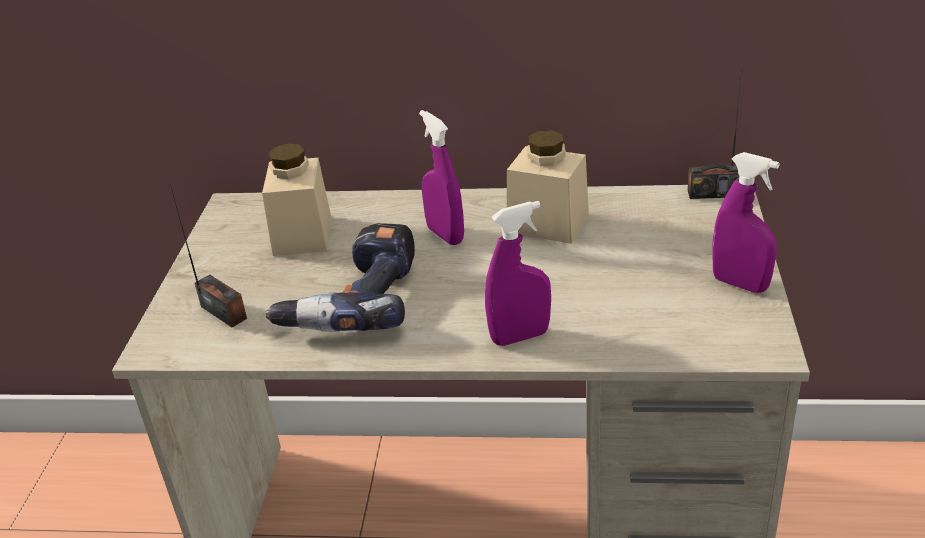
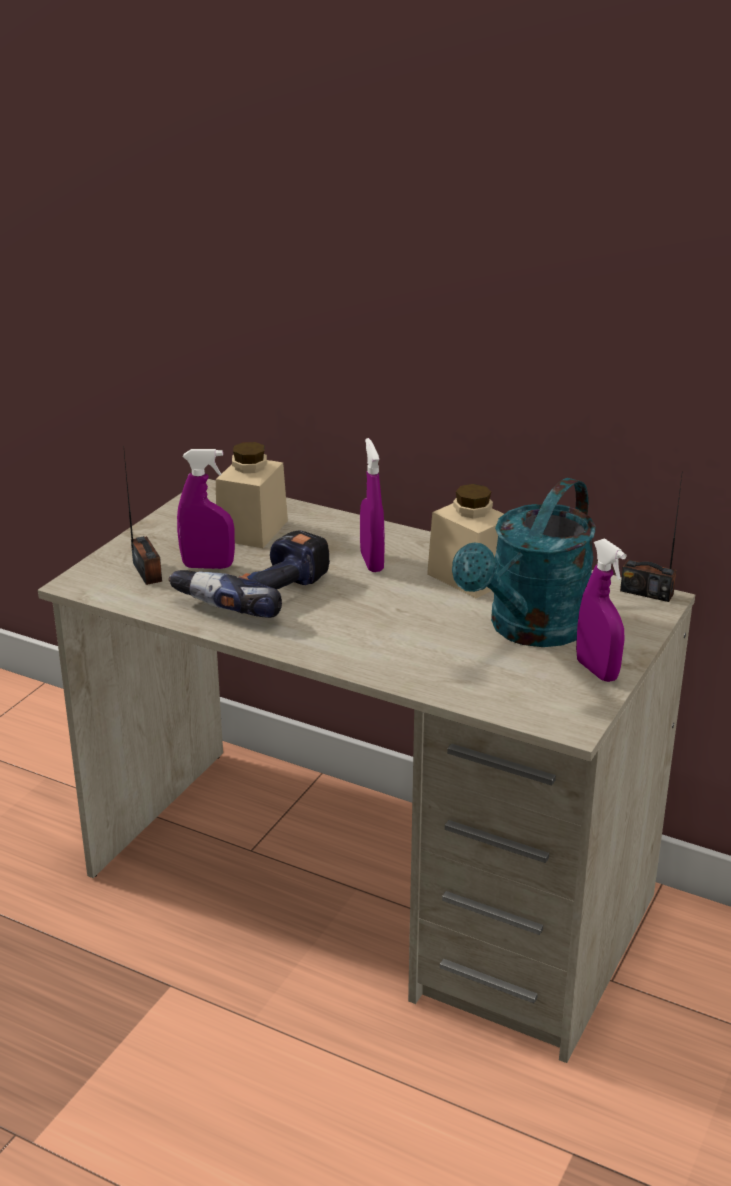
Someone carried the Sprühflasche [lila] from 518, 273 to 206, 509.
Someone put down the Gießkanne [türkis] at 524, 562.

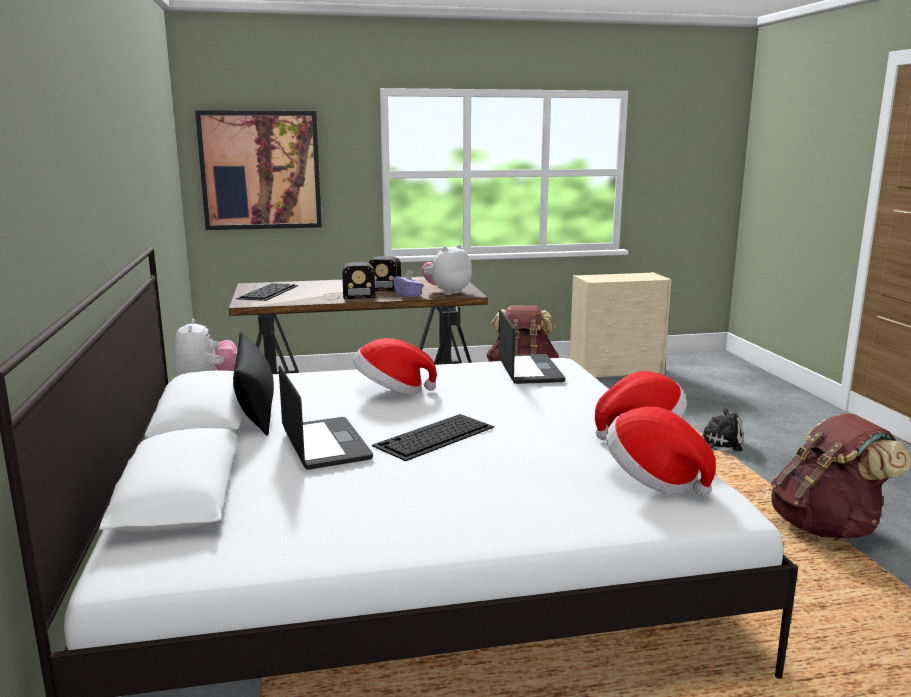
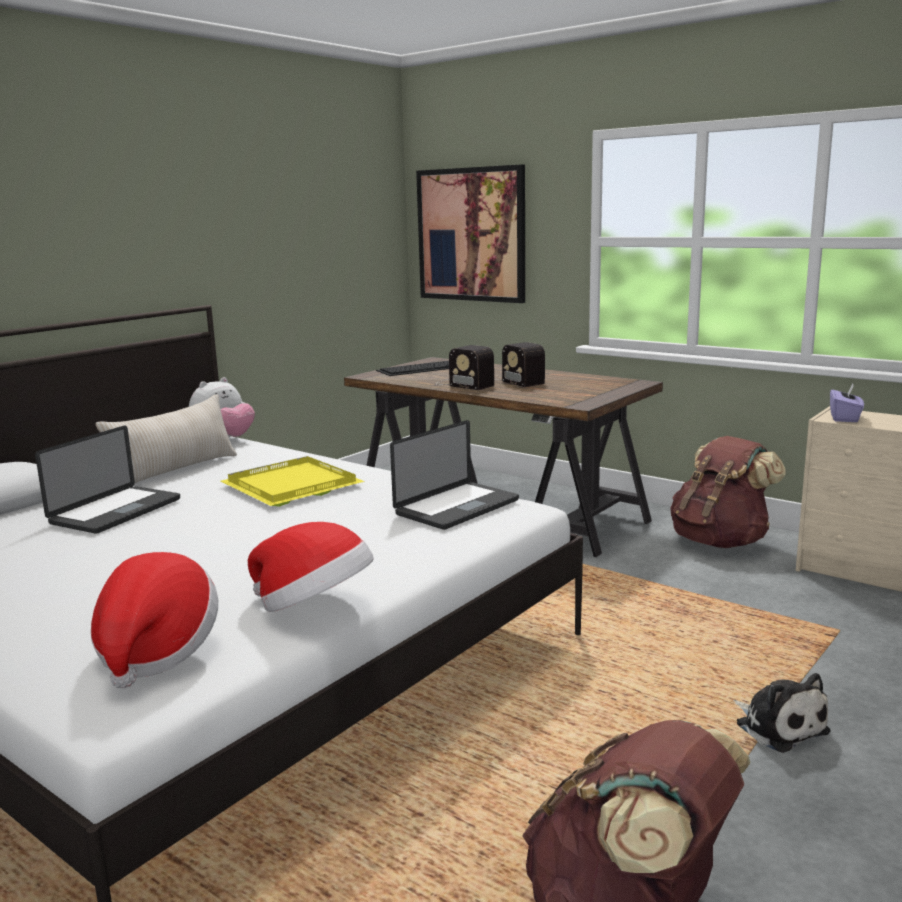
Someone repainted the Kissen [schwarz] at 253, 383, which became the Kissen [beige] at 166, 438.
Someone swapped the Hut at 395, 366 for the Tablett [gelb] at 293, 481.
Someone took away the Tastatur at 433, 437.
Someone carried the Taschentuchbox [lila] from 408, 283 to 847, 403.
Someone took away the Plüschtier at 446, 269.

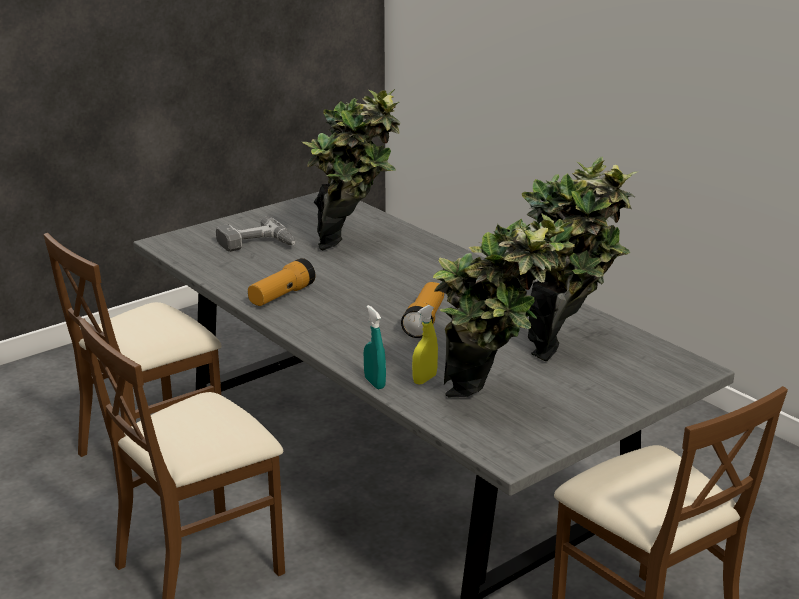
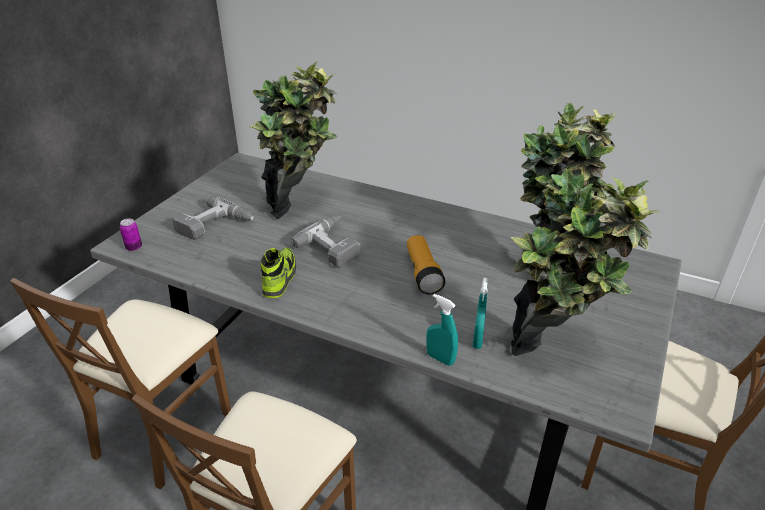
Someone swapped the Taschenlampe at 282, 282 for the Schuh at 278, 273.
Someone repainted the Sprühflasche [gelb] at 425, 345, which became the Sprühflasche [türkis] at 480, 313.
Someone put down the Dose at 131, 235.
Someone put down the Bohrmaschine at 326, 241.

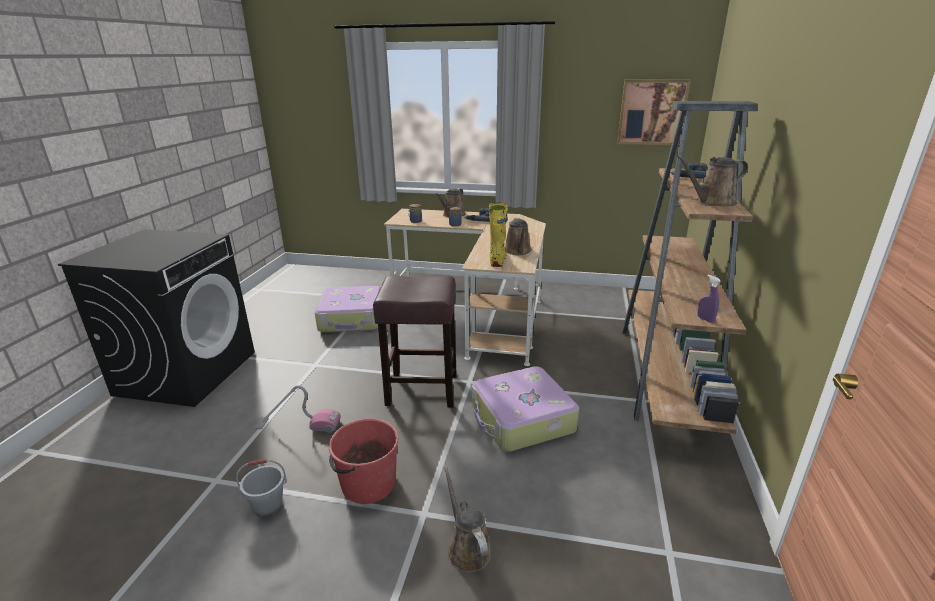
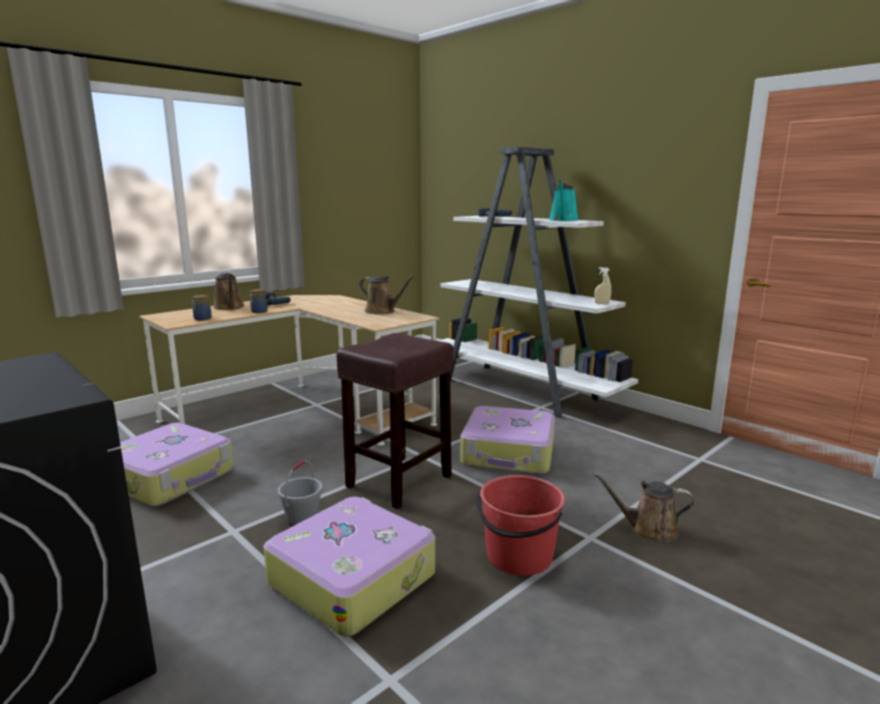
Someone carried the Eimer [grau] from 261, 488 to 300, 493.
Someone swapped the Staubsauger at 297, 409 for the Koffer at 349, 567.
Someone took away the Stiefel [gelb] at 498, 234.
Someone took away the Bild at 654, 112.
Someone repainted the Bücherregal [braun] at 690, 267, which became the Bücherregal [weiß] at 538, 282.
Someone repainted the Gießkanne [braun] at 712, 180, which became the Gießkanne [türkis] at 564, 200.
Someone repainted the Sprühflasche [lila] at 709, 299, which became the Sprühflasche [beige] at 602, 285.

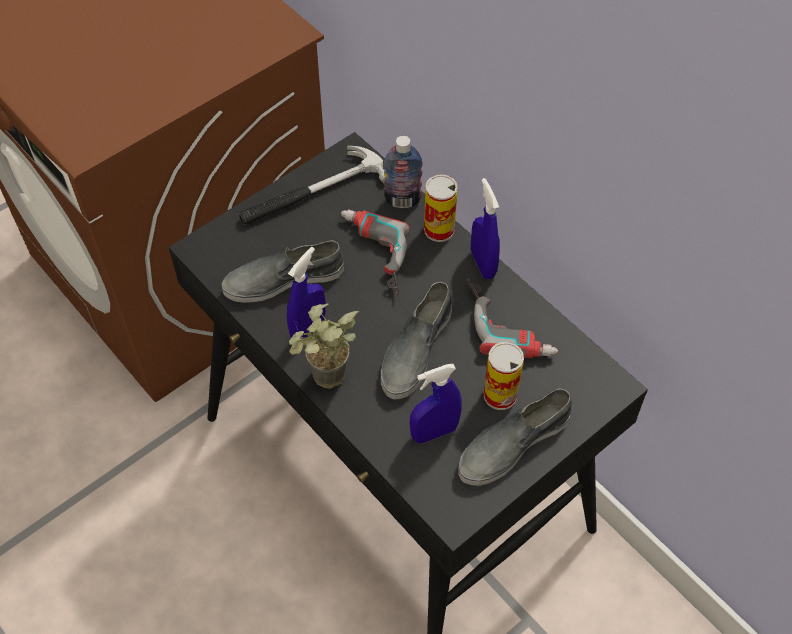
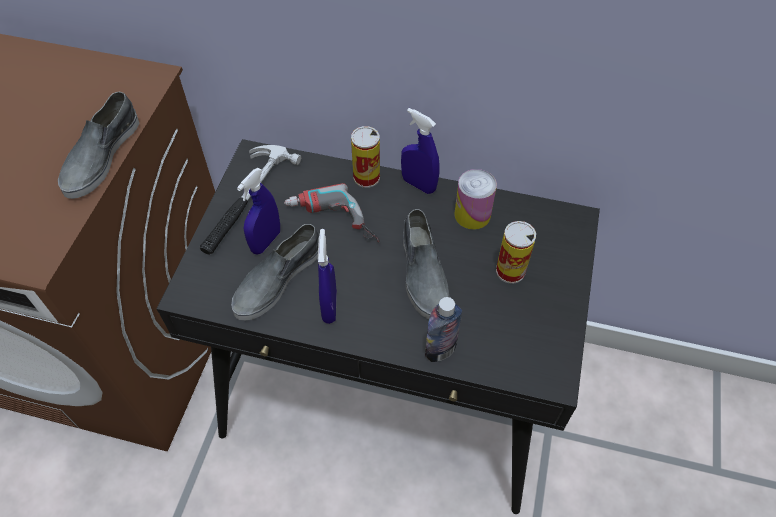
Someone took away the Topfpflanze at 324, 345.
Someone carried the Flasche from 403, 172 to 443, 329.
Someone carried the Sprühflasche [blau] from 435, 403 to 258, 211.
Someone carried the Schuh [grau] from 515, 437 to 98, 145.
Someone swapped the Bohrmaschine at 512, 317 for the Dose at 475, 199.

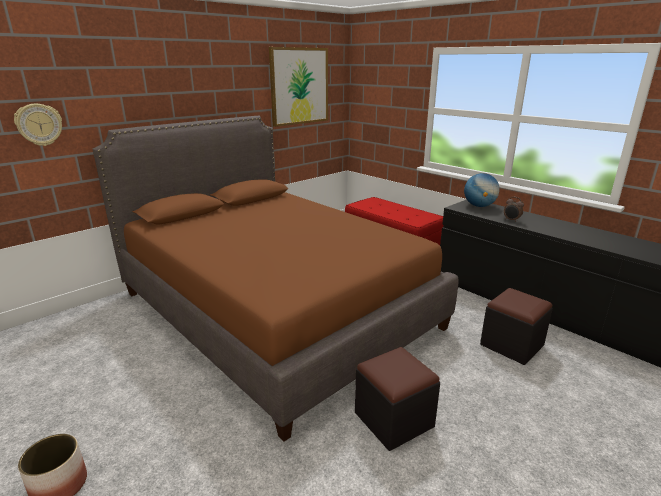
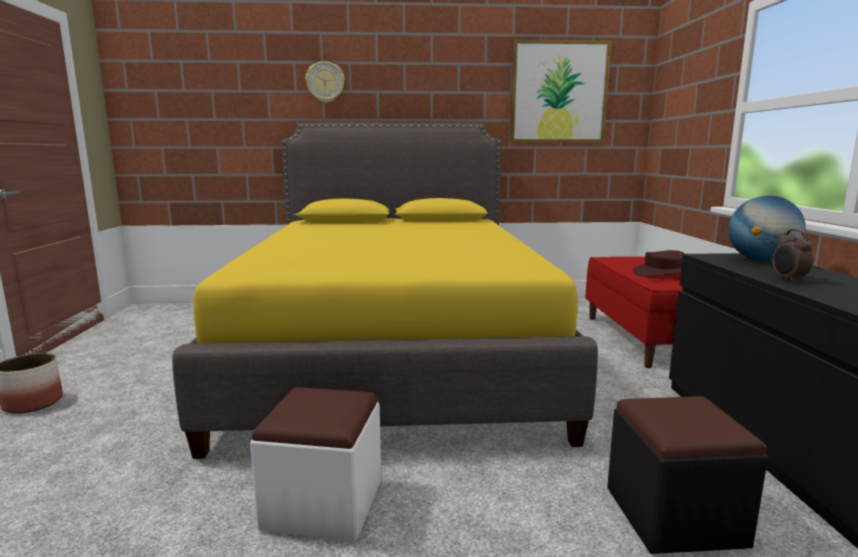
Someone carried the Wanduhr from 38, 125 to 325, 82.
Someone repainted the Bett [braun] at 275, 279, which became the Bett [gelb] at 385, 291.
Someone repainted the Polsterhocker [schwarz] at 397, 399, which became the Polsterhocker [weiß] at 315, 464.
Someone put down the Hut [braun] at 659, 263.

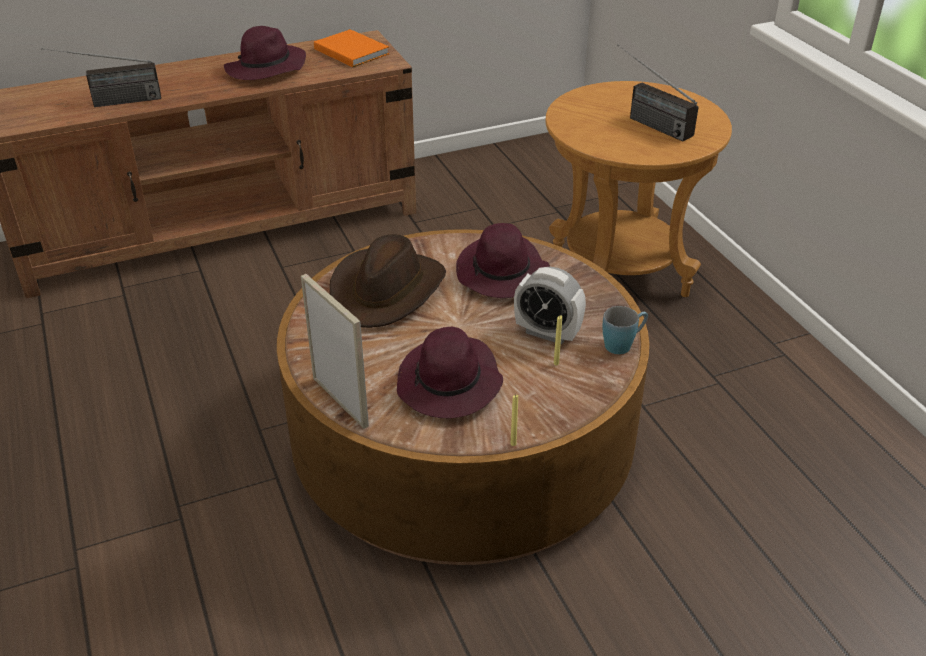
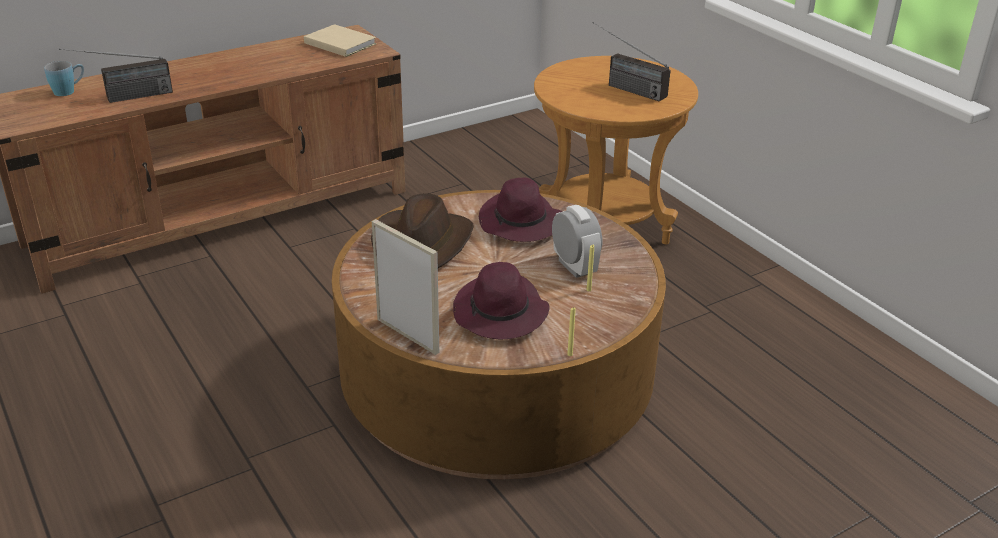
Someone took away the Hut [lila] at 265, 53.
Someone repainted the Buch [orange] at 351, 48, which became the Buch [beige] at 340, 40.
Someone rotated the Wecker at 550, 306 by 135 degrees counterclockwise.
Someone carried the Henkelbecher [blau] from 625, 330 to 64, 78.

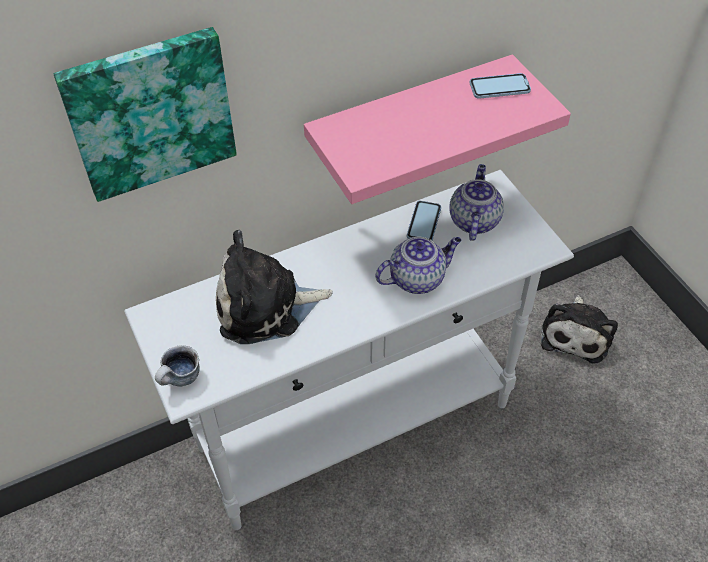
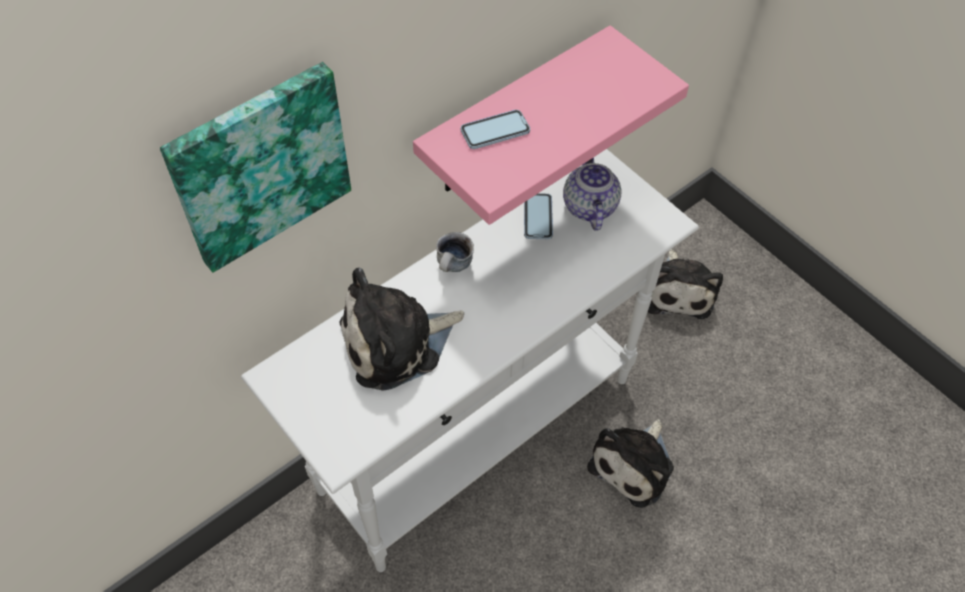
Someone carried the Henkelbecher from 177, 366 to 455, 252.
Someone took away the Teekanne at 418, 265.
Someone carried the Handy from 500, 86 to 495, 129.
Someone put down the Plüschtier at 630, 463.

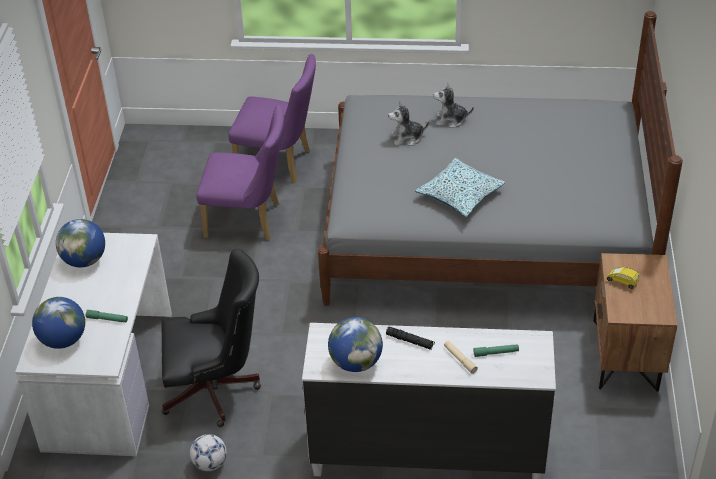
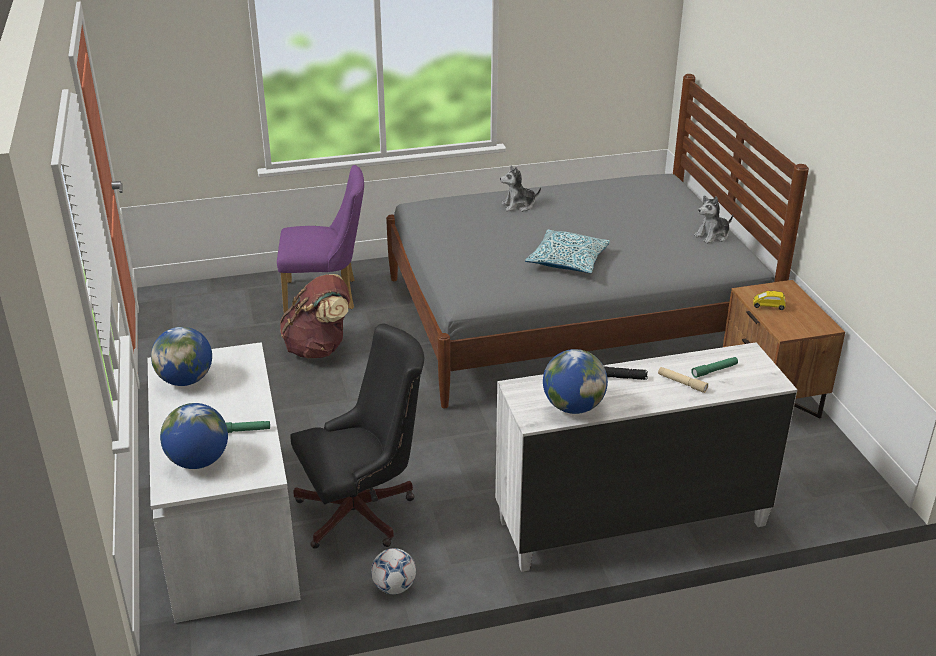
Someone swapped the Stuhl [lila] at 240, 172 for the Rucksack [braun] at 315, 316.
Someone carried the Plüschtier from 408, 123 to 713, 219.

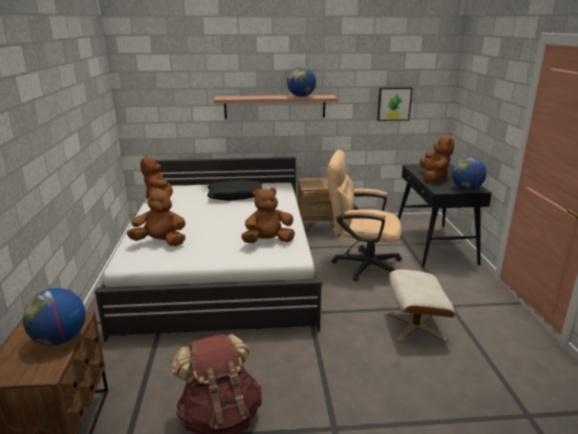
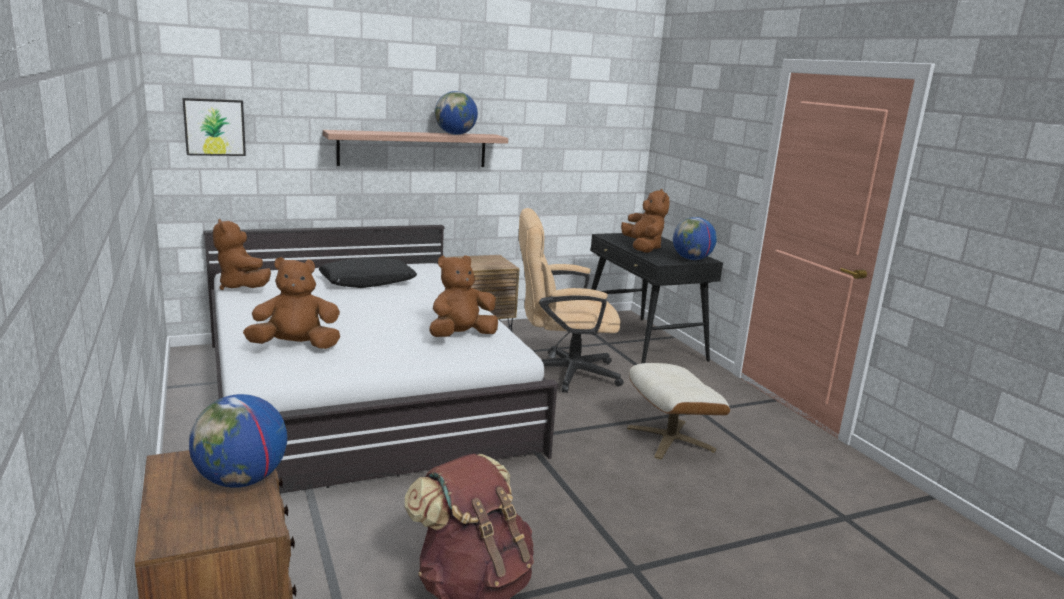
Someone carried the Bild from 395, 104 to 214, 127.

